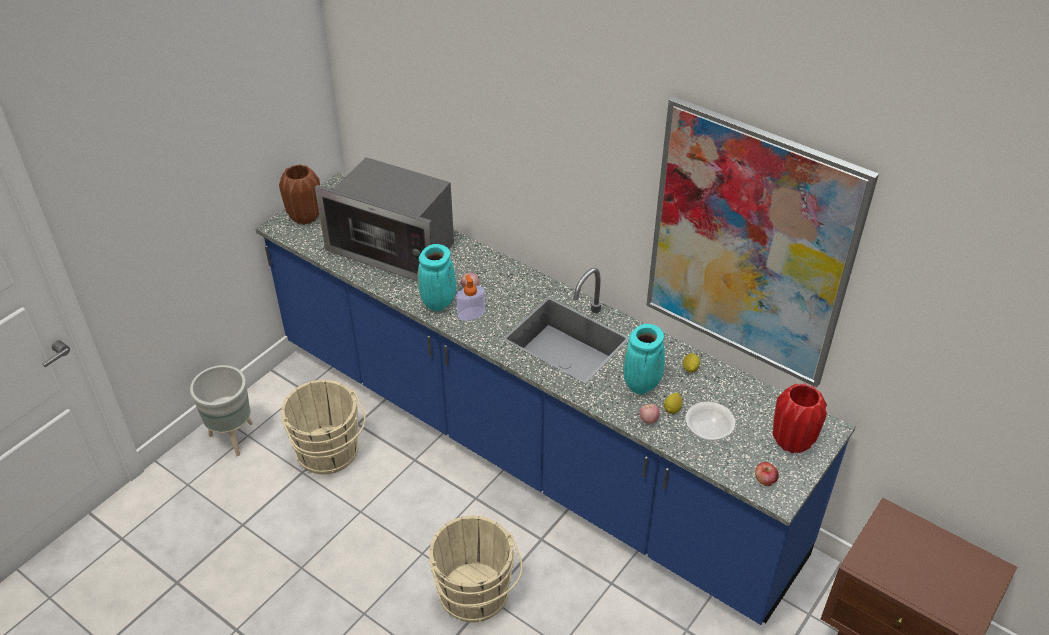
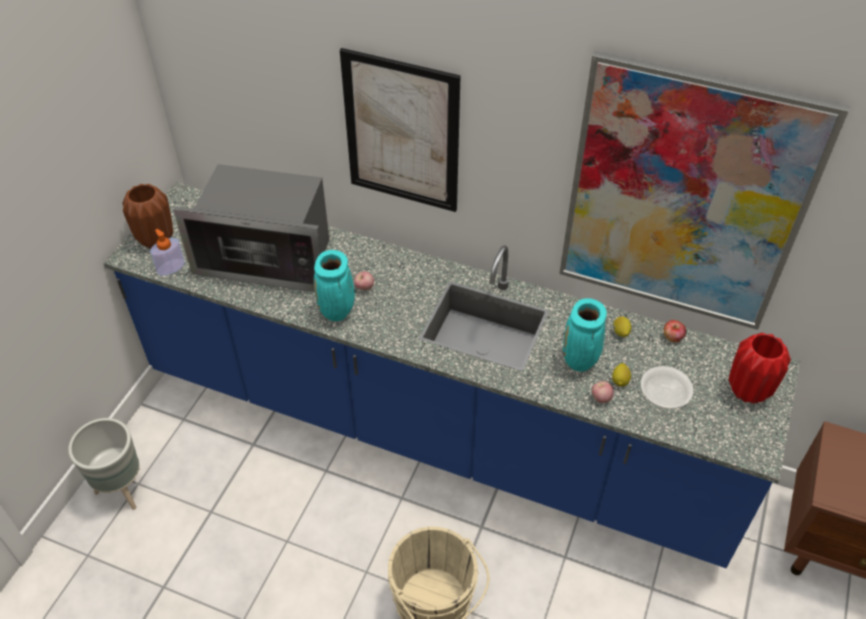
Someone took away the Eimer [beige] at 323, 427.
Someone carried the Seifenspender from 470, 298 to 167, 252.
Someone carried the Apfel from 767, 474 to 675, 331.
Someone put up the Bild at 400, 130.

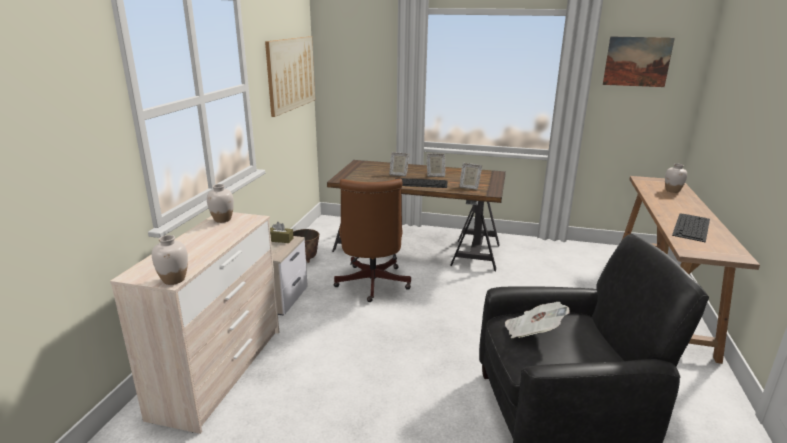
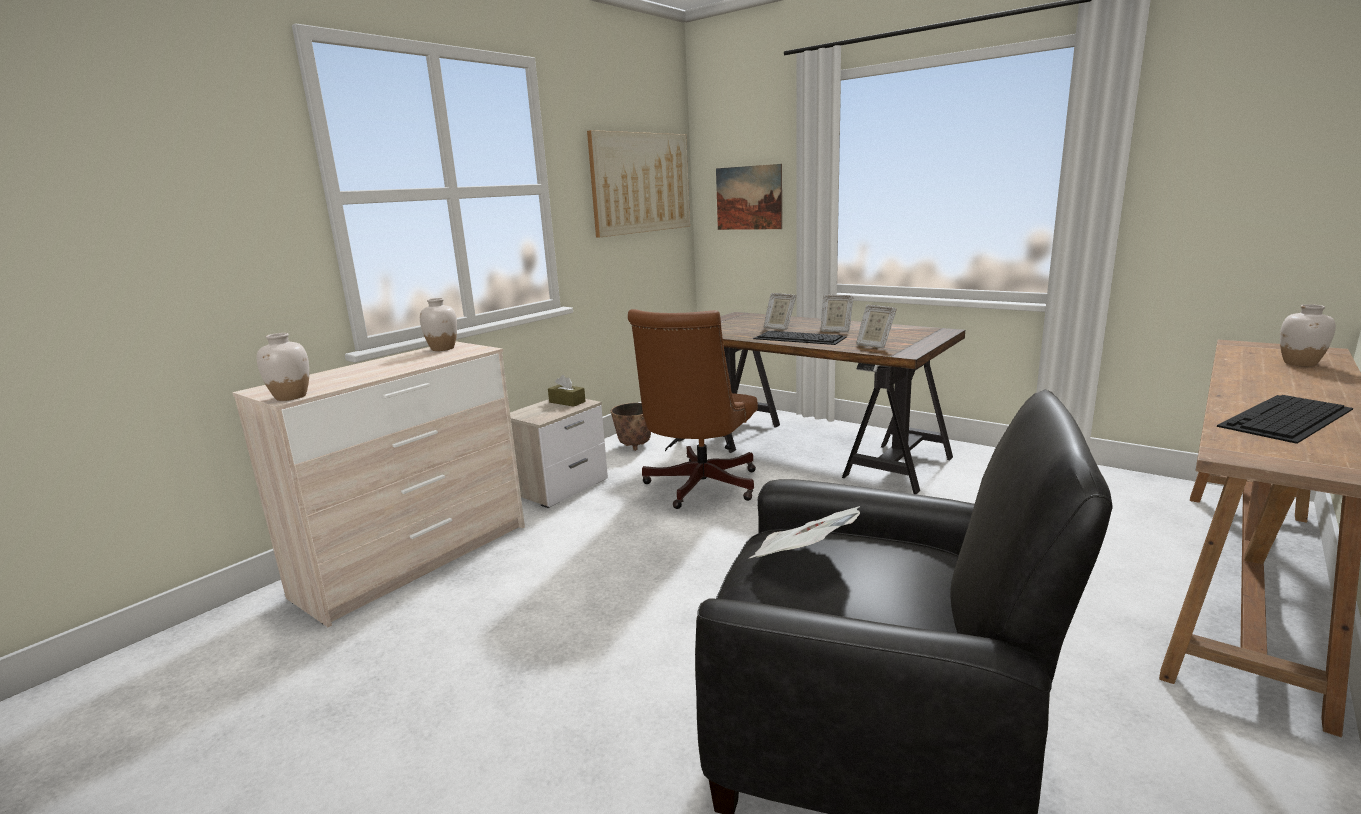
Someone carried the Bild from 639, 61 to 749, 197.

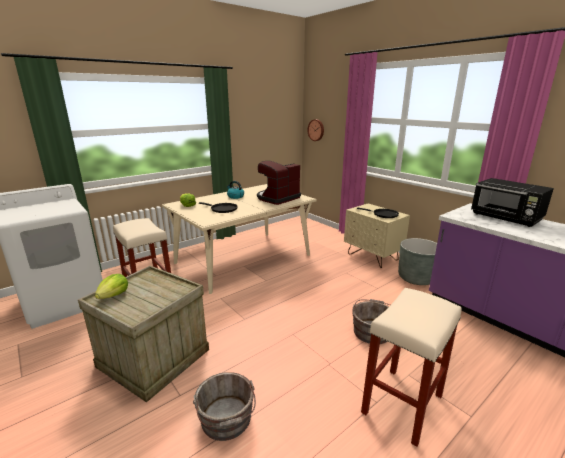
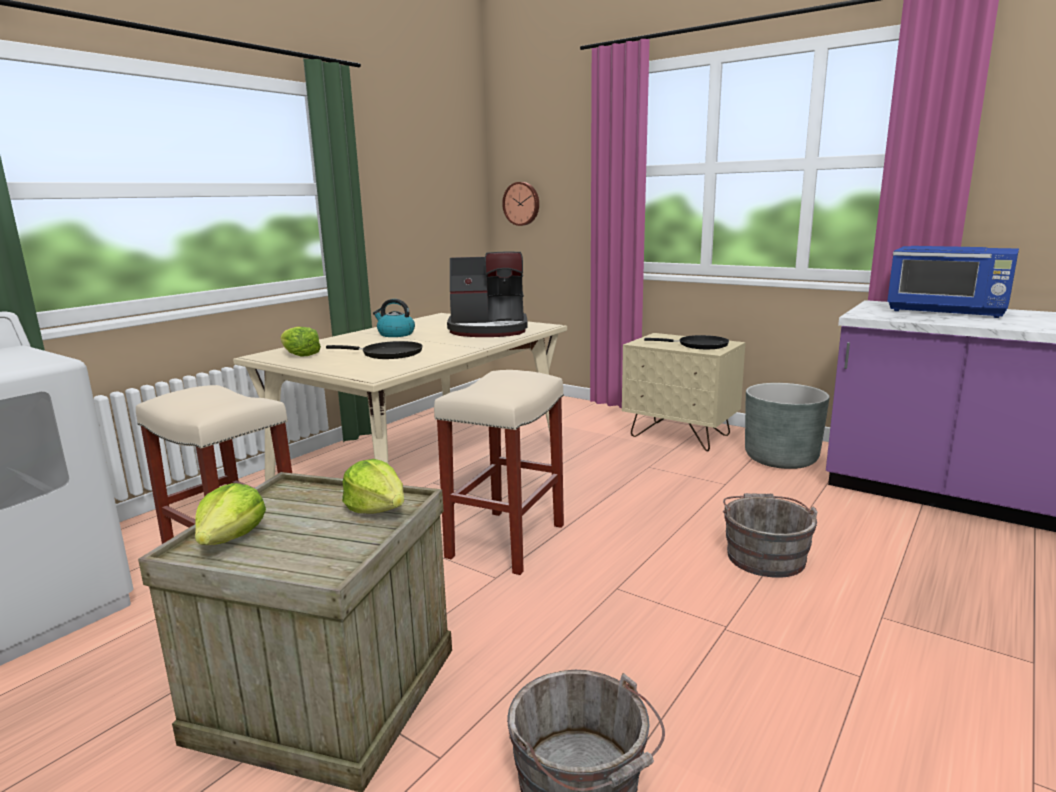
Someone rotated the Kaffeemaschine at 279, 183 by 120 degrees counterclockwise.
Someone carried the Hocker [beige] from 411, 367 to 499, 472.
Someone repainted the Mikrowelle [schwarz] at 512, 202, which became the Mikrowelle [blau] at 953, 282.
Someone put down the Salatkopf at 373, 486.

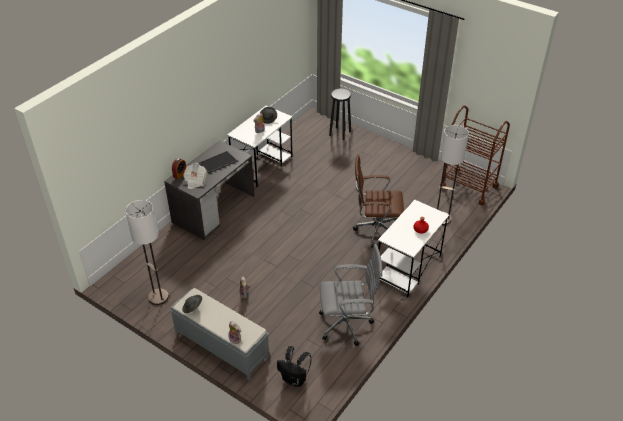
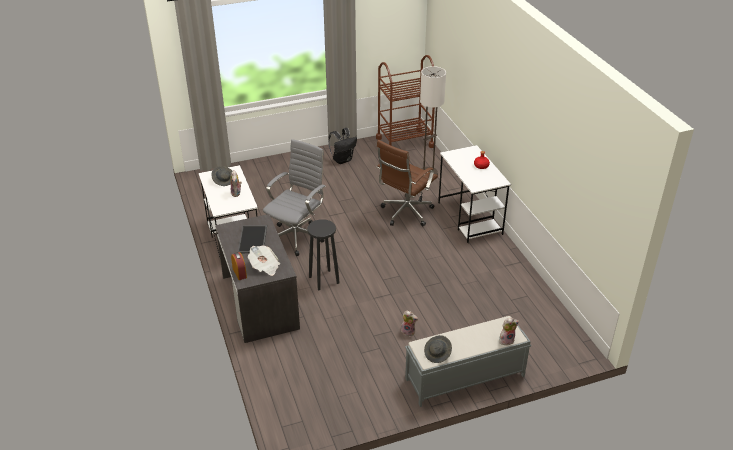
Someone took away the Stehlampe at 147, 252.
Someone carried the Rucksack [schwarz] from 294, 366 to 342, 146.
Someone carried the Bürostuhl [grau] from 350, 295 to 294, 197.
Someone carried the Hocker [schwarz] from 340, 114 to 323, 254.

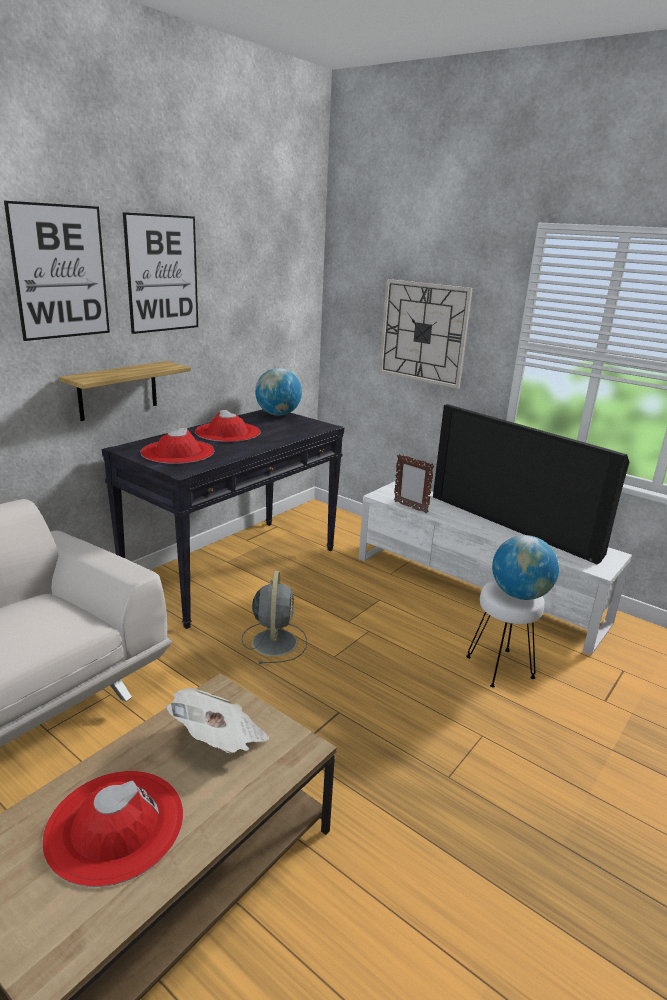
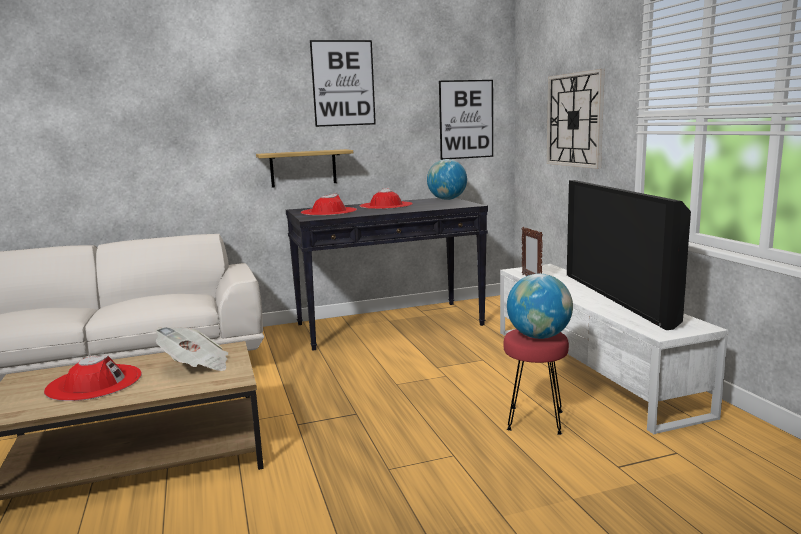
Someone carried the Bild from 57, 271 to 466, 120.
Someone took away the Ventilator [grau] at 274, 617.
Someone repainted the Hocker [weiß] at 505, 634, which became the Hocker [rot] at 536, 382.

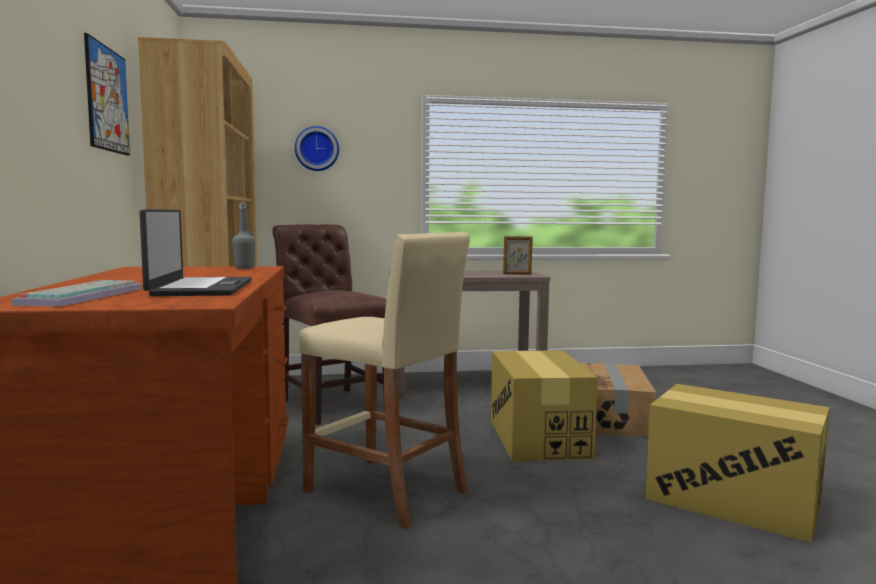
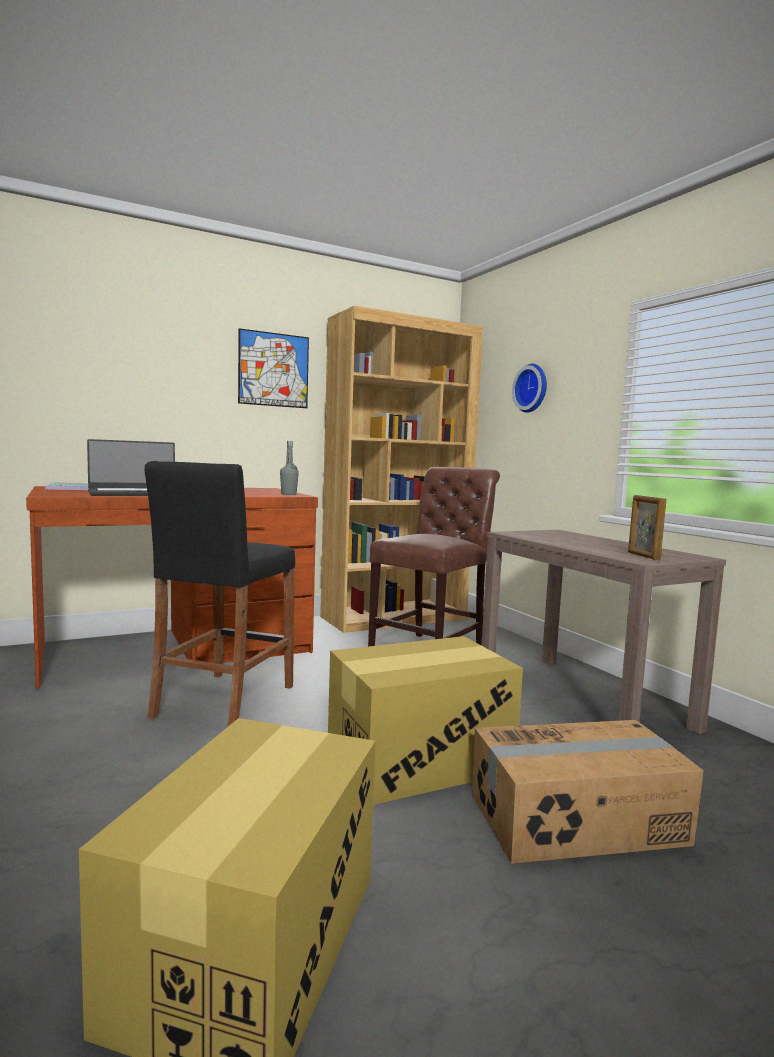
Someone repainted the Hocker [beige] at 384, 380, which became the Hocker [schwarz] at 220, 594.

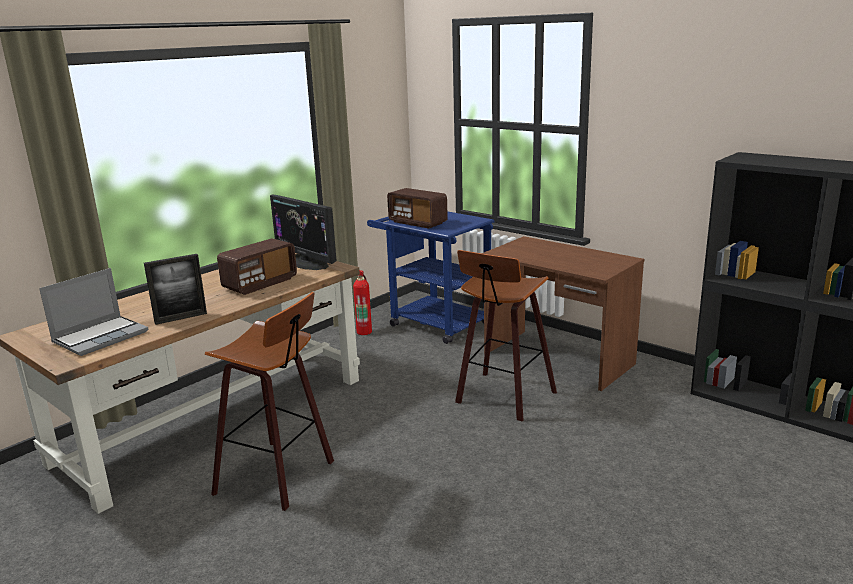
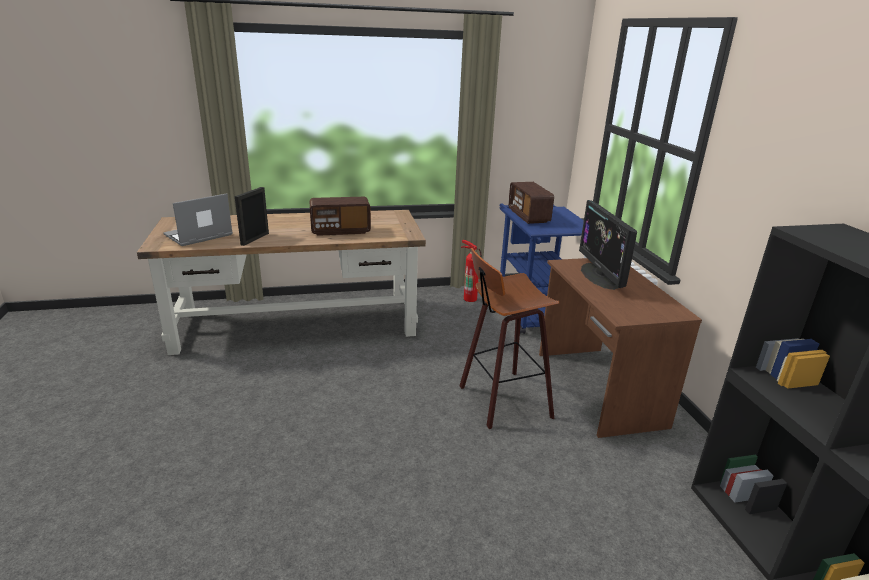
Someone rotated the Laptop at 93, 312 by 150 degrees clockwise.
Someone rotated the Bilderrahmen at 175, 289 by 105 degrees clockwise.
Someone took away the Hocker at 269, 401.
Someone carried the Monitor from 303, 232 to 608, 245.

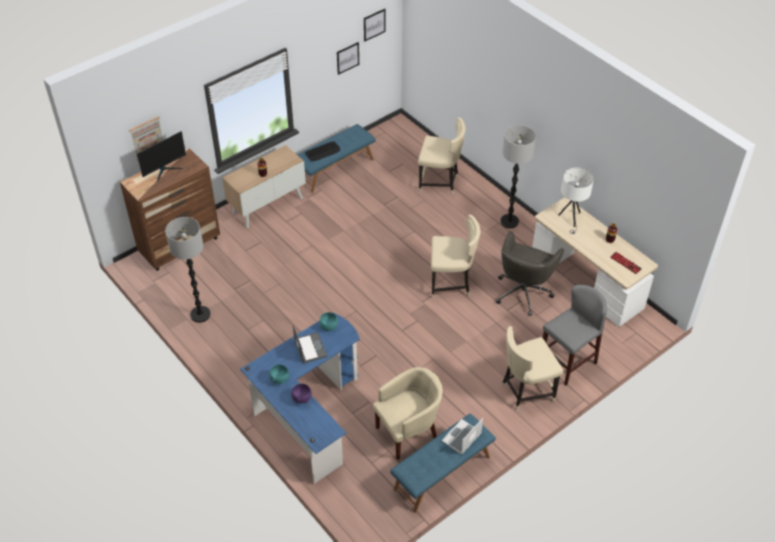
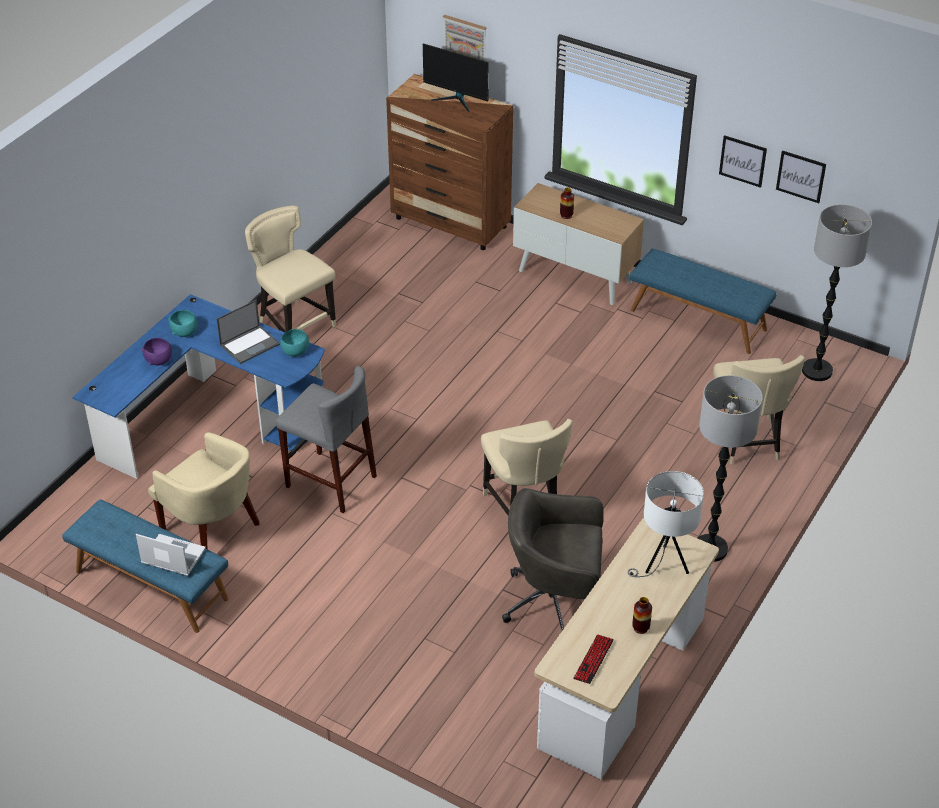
Someone carried the Stehlampe from 188, 270 to 837, 292.
Someone took away the Tastatur at 322, 151.
Someone carried the Bild from 375, 25 to 743, 161.
Someone carried the Stuhl [beige] from 532, 368 to 290, 269.
Someone carried the Hocker [grau] from 575, 335 to 326, 439.

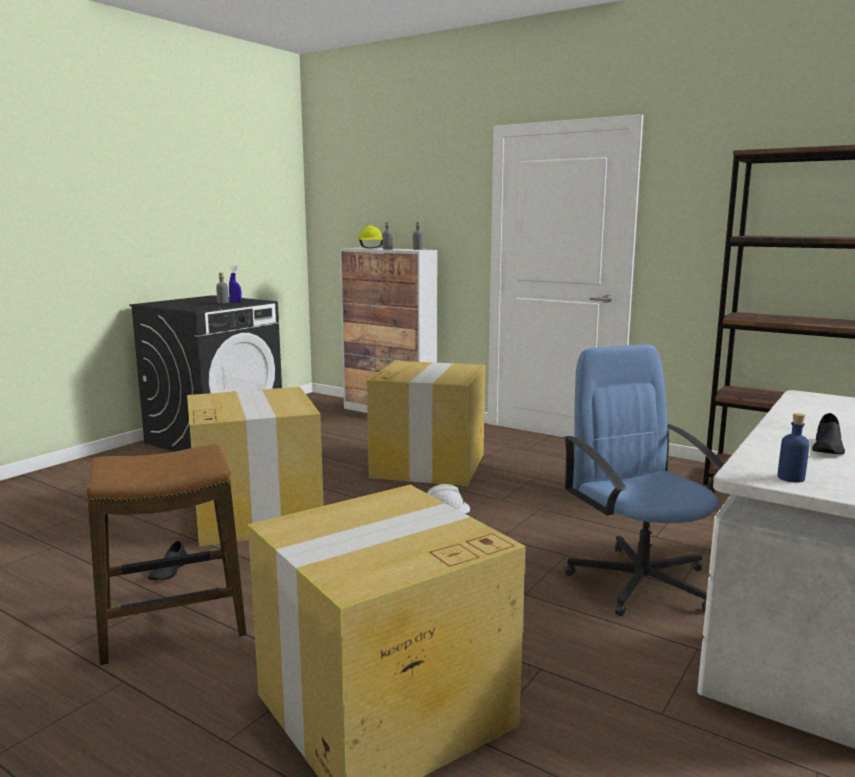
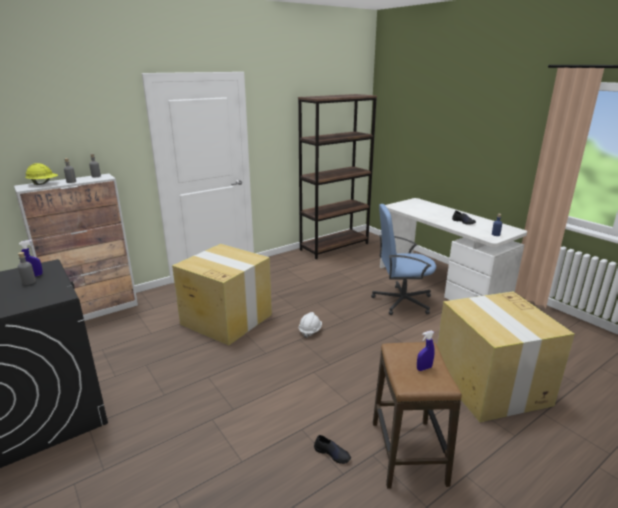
Someone took away the Karton at 255, 467.
Someone put down the Sprühflasche [blau] at 426, 351.

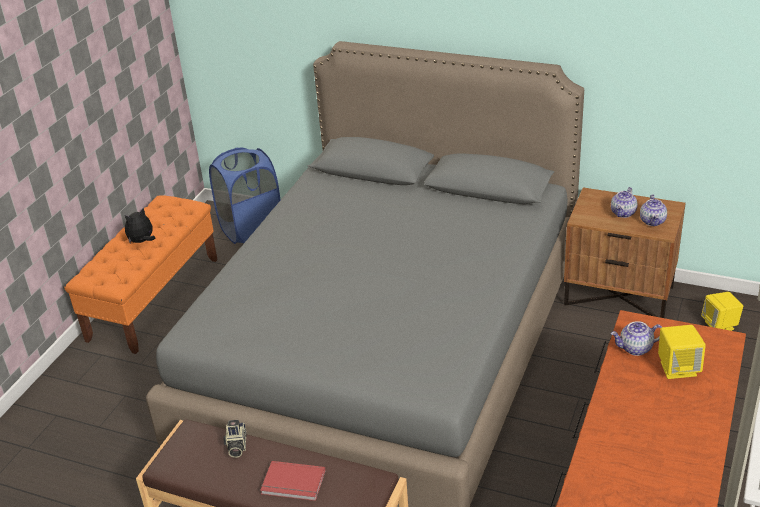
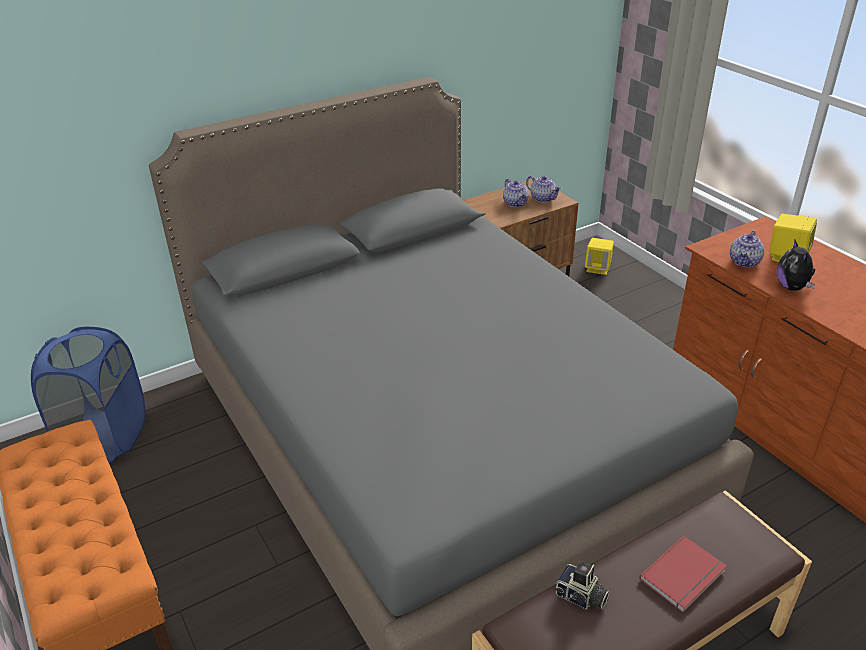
Someone carried the Plüschtier from 140, 225 to 796, 265.

